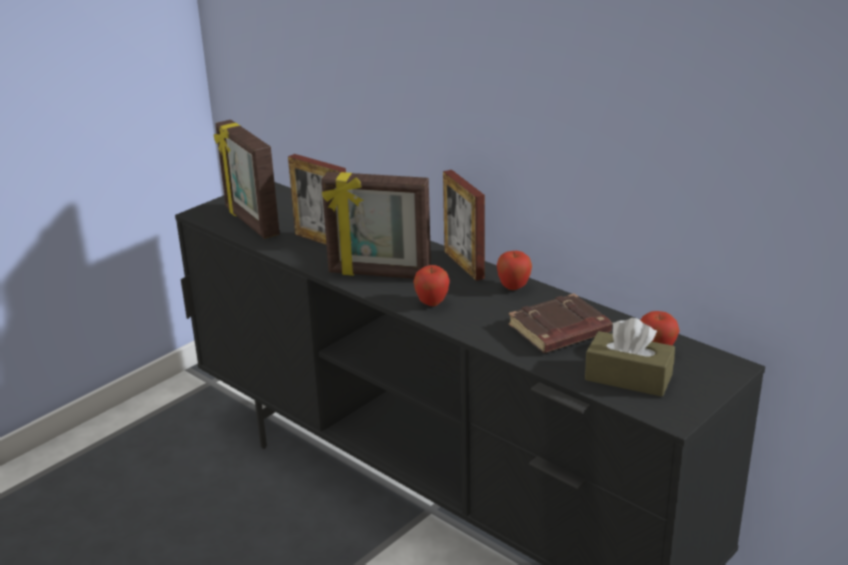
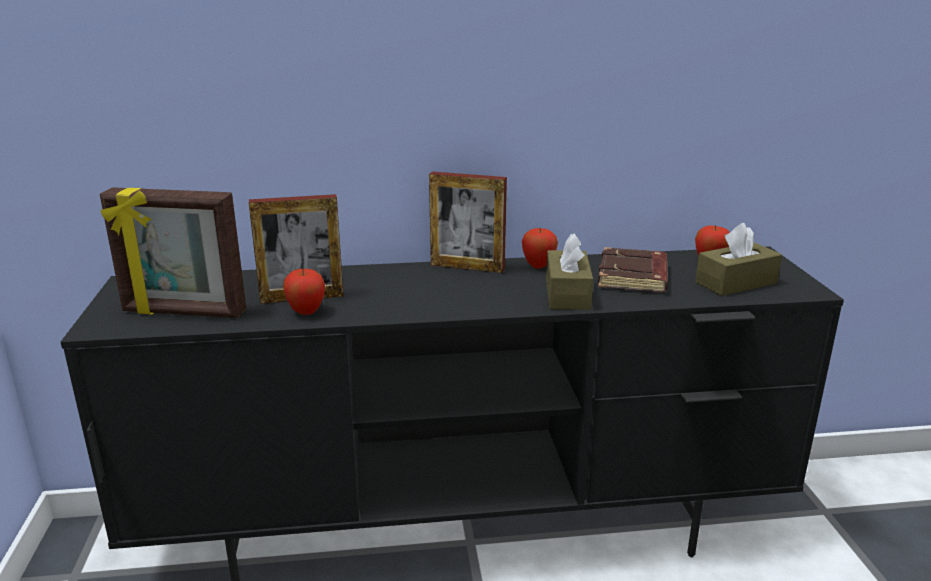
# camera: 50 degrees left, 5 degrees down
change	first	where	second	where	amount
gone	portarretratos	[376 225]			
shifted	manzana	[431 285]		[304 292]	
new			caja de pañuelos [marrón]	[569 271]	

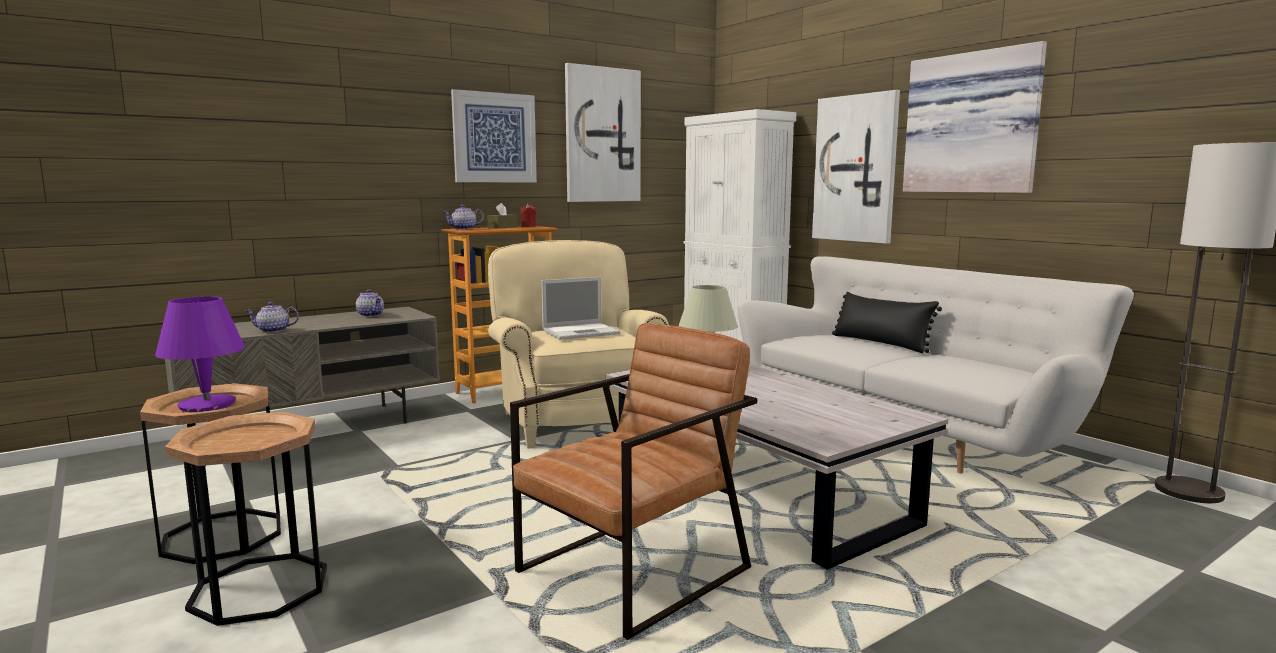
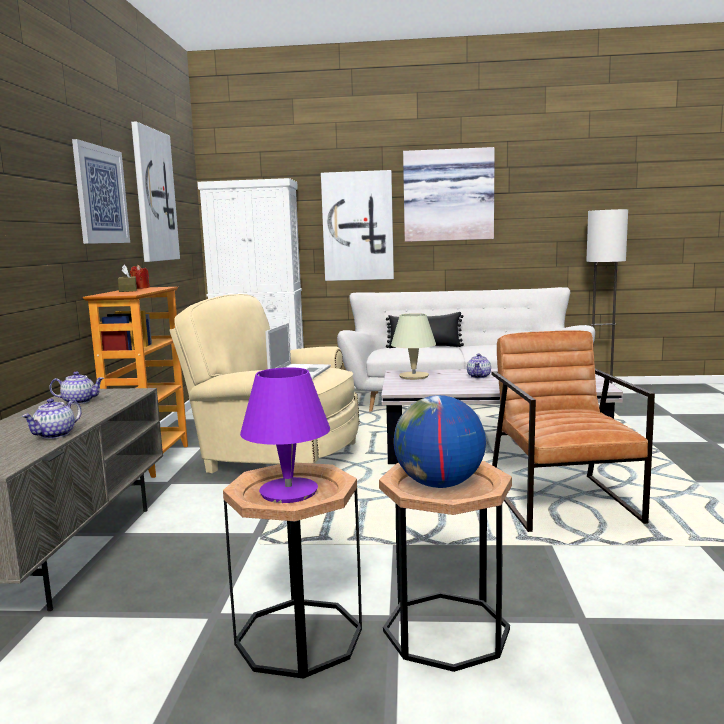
# camera: 50 degrees left, 0 degrees up
change	first	where	second	where	amount
shifted	tetera	[463 217]		[479 365]	
new			globo terráqueo	[440 441]	

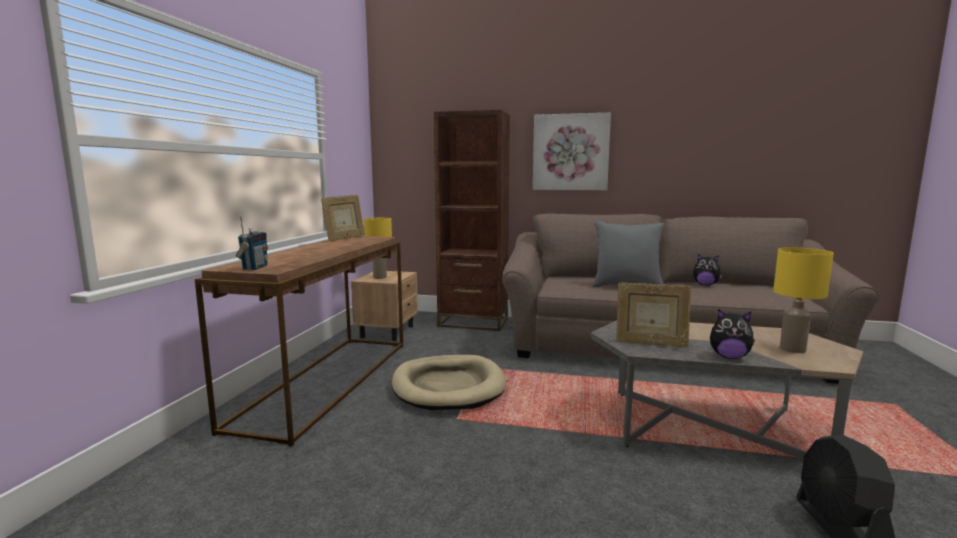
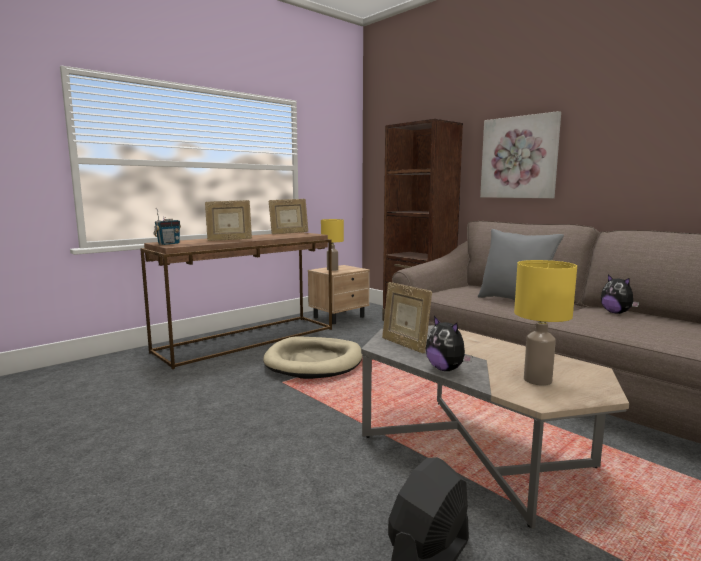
# camera: 35 degrees right, 0 degrees up
change	first	where	second	where	amount
new			portarretratos	[228 220]	

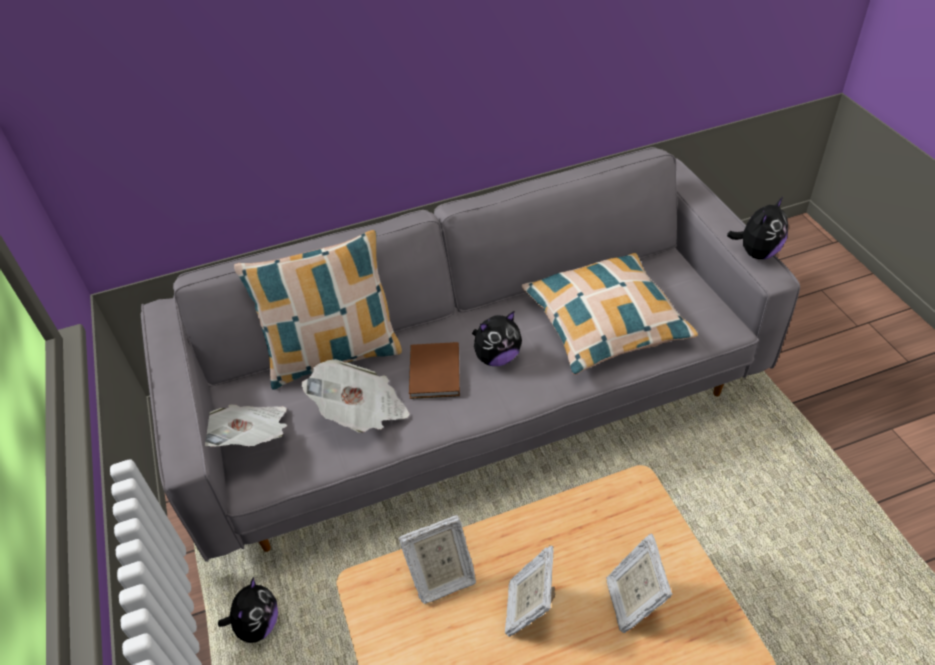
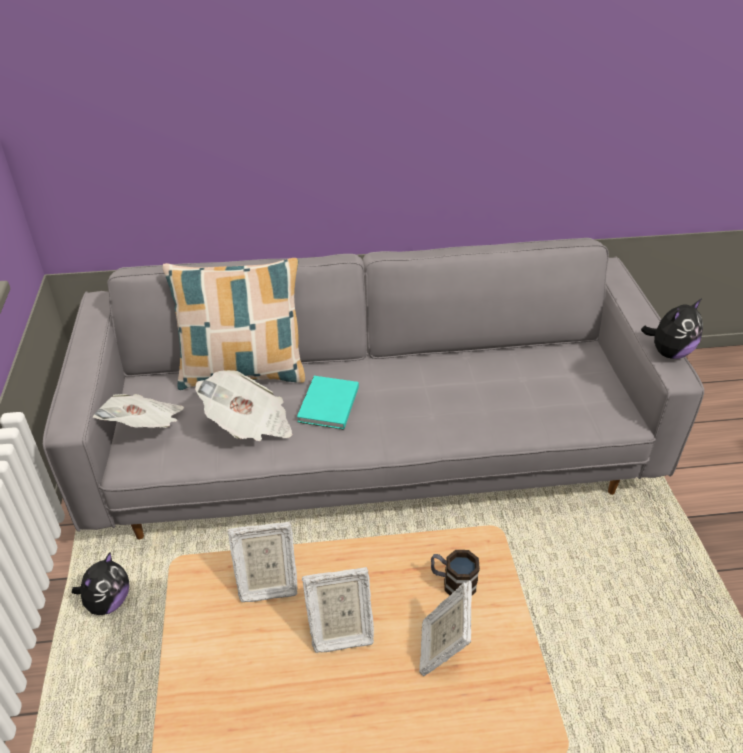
# camera: 10 degrees right, 5 degrees down
change	first	where	second	where	amount
repainted	libro [marrón]	[434 370]	libro [turquesa]	[328 403]	
gone	peluche	[497 338]			
rotated	portarretratos	[530 591]		[338 610]	120 degrees counterclockwise
gone	cojín	[610 314]			
new			taza grande	[455 572]	

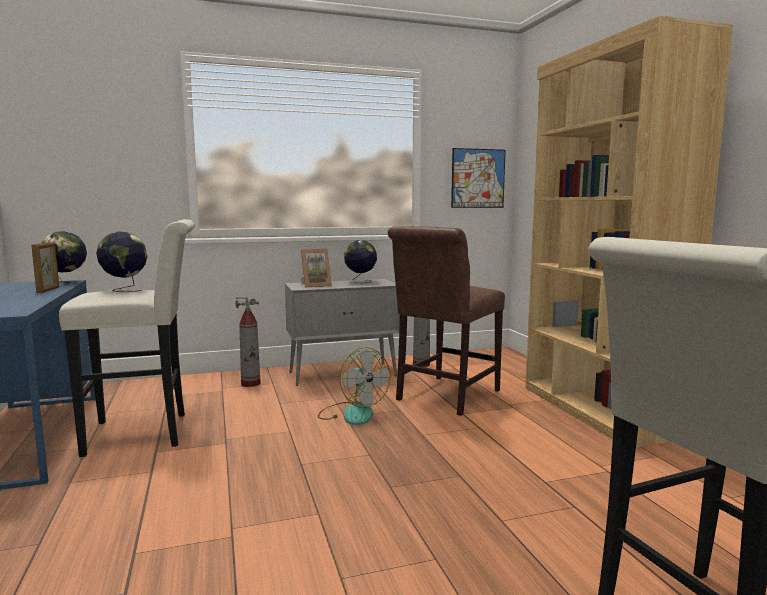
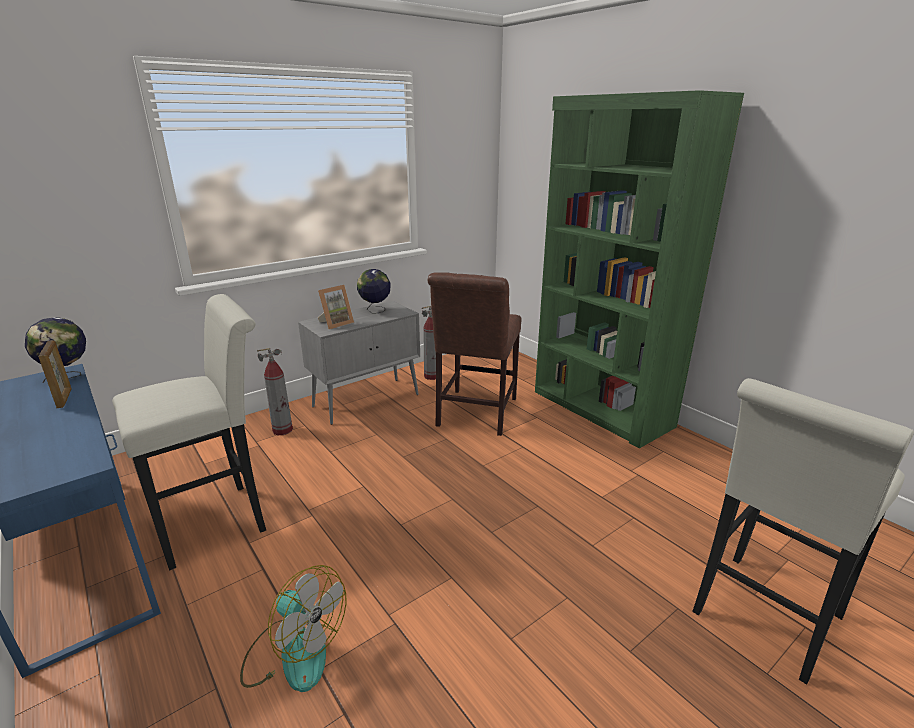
# camera: 20 degrees left, 15 degrees up
change	first	where	second	where	amount
gone	globo terráqueo	[121 262]			
shifted	ventilador	[354 386]		[293 628]	
gone	cuadro	[478 178]			
repainted	estantería [marrón]	[629 231]	estantería [verde]	[639 269]	

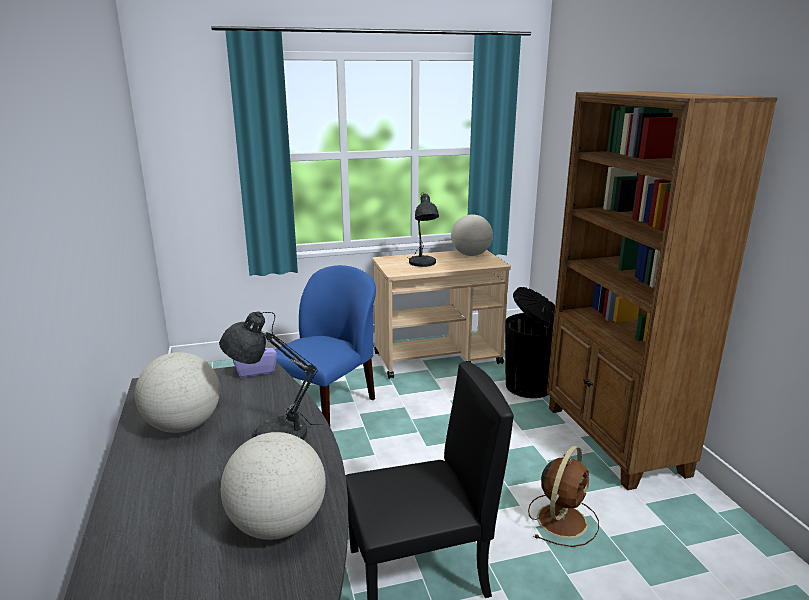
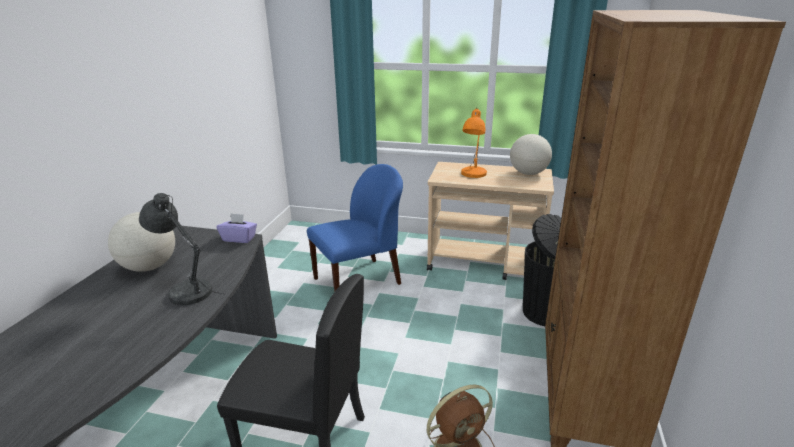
# camera: 30 degrees right, 5 degrees up
change	first	where	second	where	amount
gone	globo terráqueo	[273 486]			
repainted	lámpara de mesa [gris]	[424 230]	lámpara de mesa [naranja]	[474 143]	

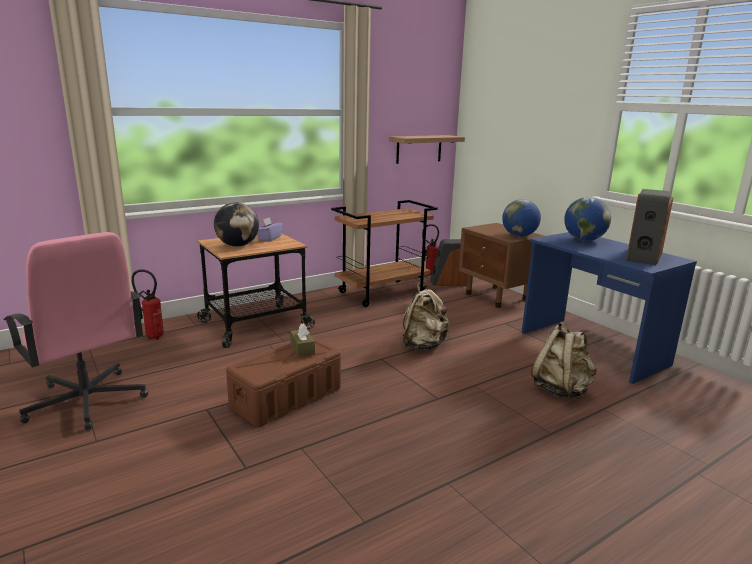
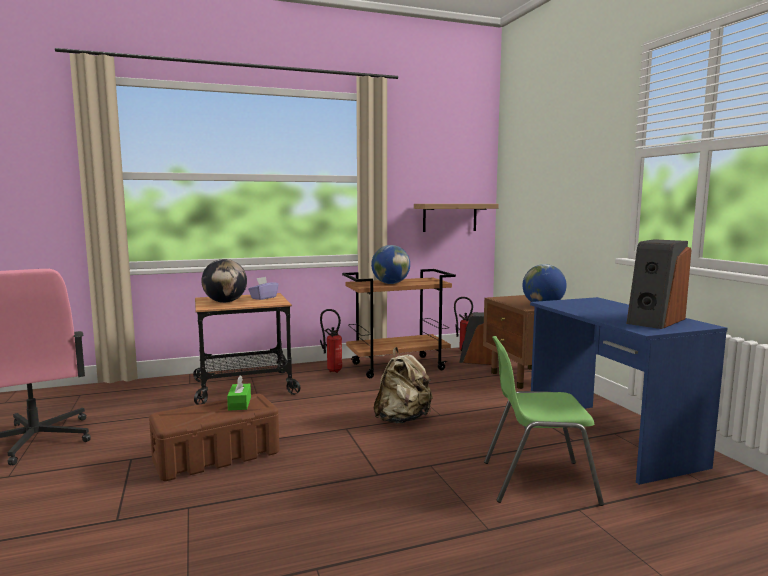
# camera: 15 degrees right, 10 degrees down
change	first	where	second	where	amount
shifted	extintor	[147 304]		[331 341]	
repainted	caja de pañuelos [marrón]	[302 340]	caja de pañuelos [verde]	[239 393]	
swapped	mochila [beis]	[564 360]	silla [verde]	[544 421]	
shifted	globo terráqueo	[587 219]		[390 264]	

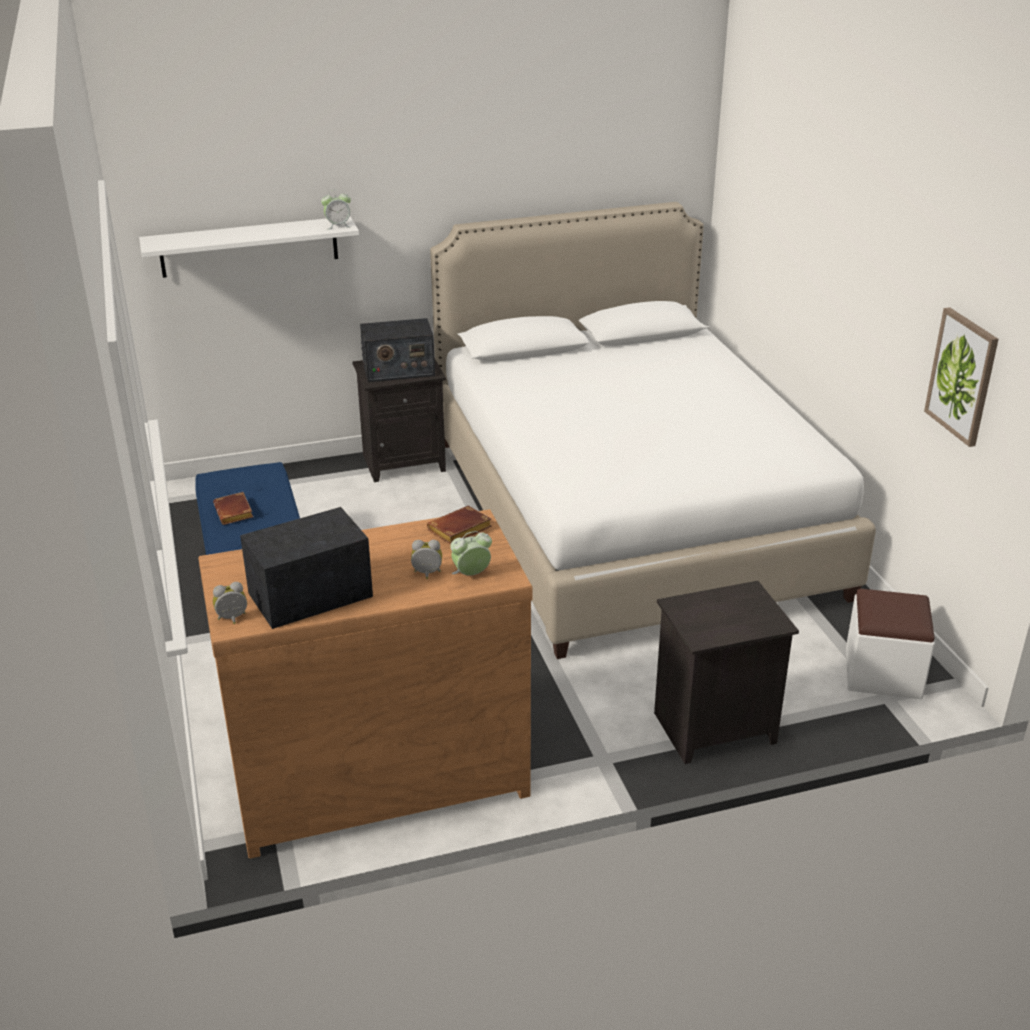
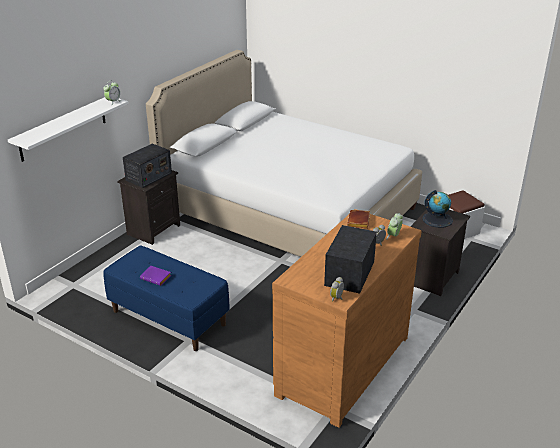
# camera: 40 degrees left, 0 degrees up
change	first	where	second	where	amount
repainted	libro [marrón]	[233 508]	libro [morado]	[155 276]	
gone	cuadro	[961 377]			
new			globo terráqueo	[437 209]	

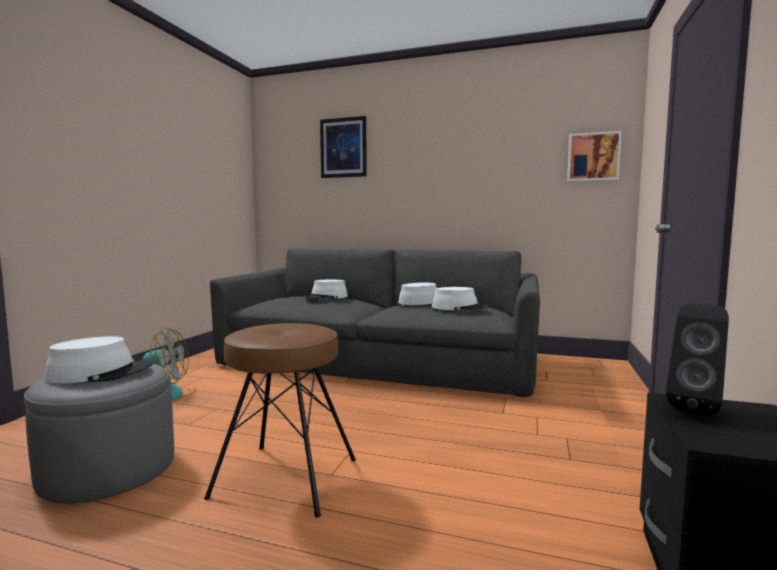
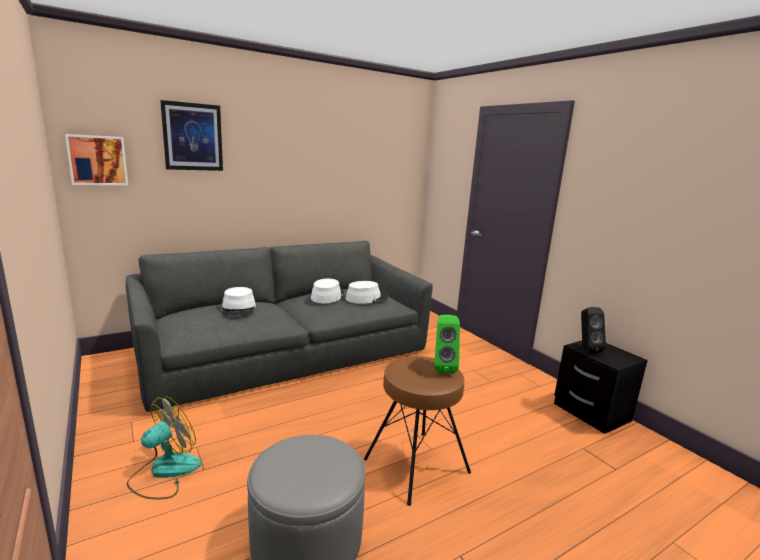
# camera: 50 degrees left, 10 degrees up
change	first	where	second	where	amount
gone	sombrero [blanco]	[98 359]			
shifted	cuadro	[594 156]		[96 159]	
new			altavoz [verde]	[447 344]	

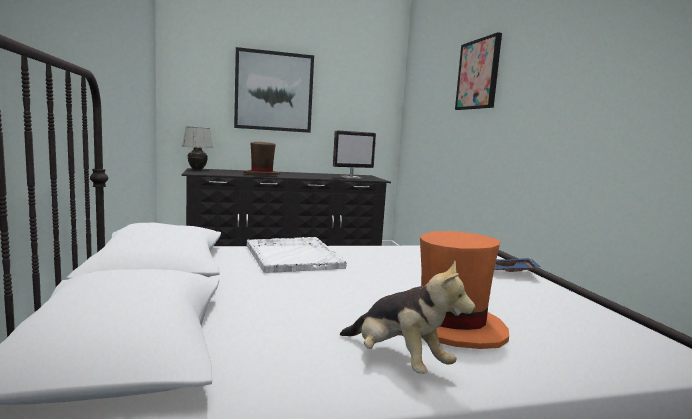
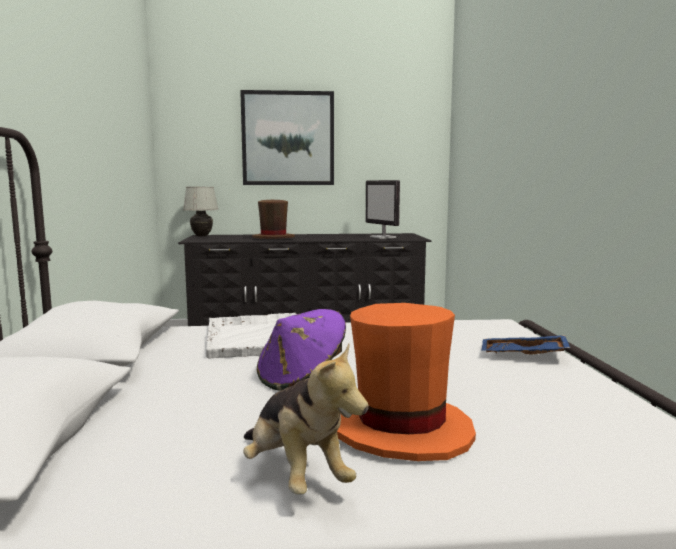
# camera: 10 degrees right, 0 degrees up
change	first	where	second	where	amount
rotated	monitor	[354 154]		[383 209]	75 degrees clockwise
gone	cuadro	[478 71]			
new			sombrero [morado]	[301 350]	

